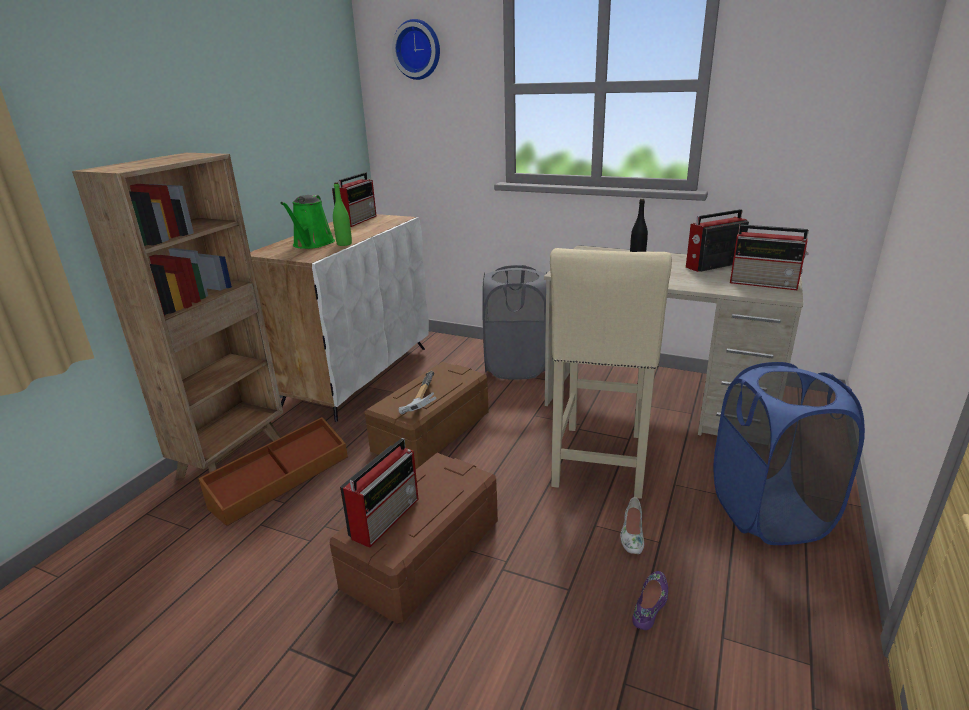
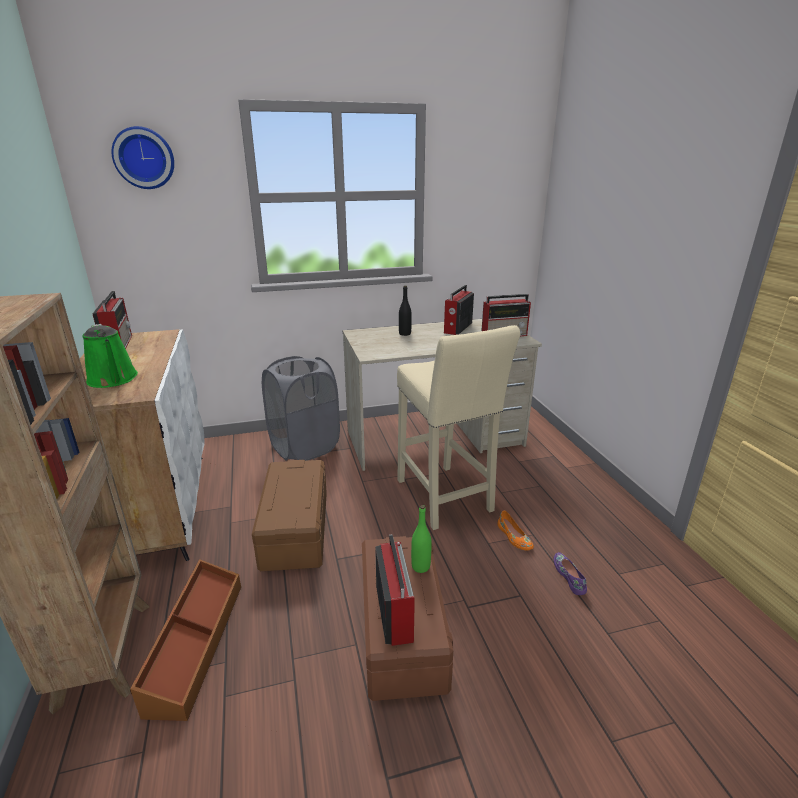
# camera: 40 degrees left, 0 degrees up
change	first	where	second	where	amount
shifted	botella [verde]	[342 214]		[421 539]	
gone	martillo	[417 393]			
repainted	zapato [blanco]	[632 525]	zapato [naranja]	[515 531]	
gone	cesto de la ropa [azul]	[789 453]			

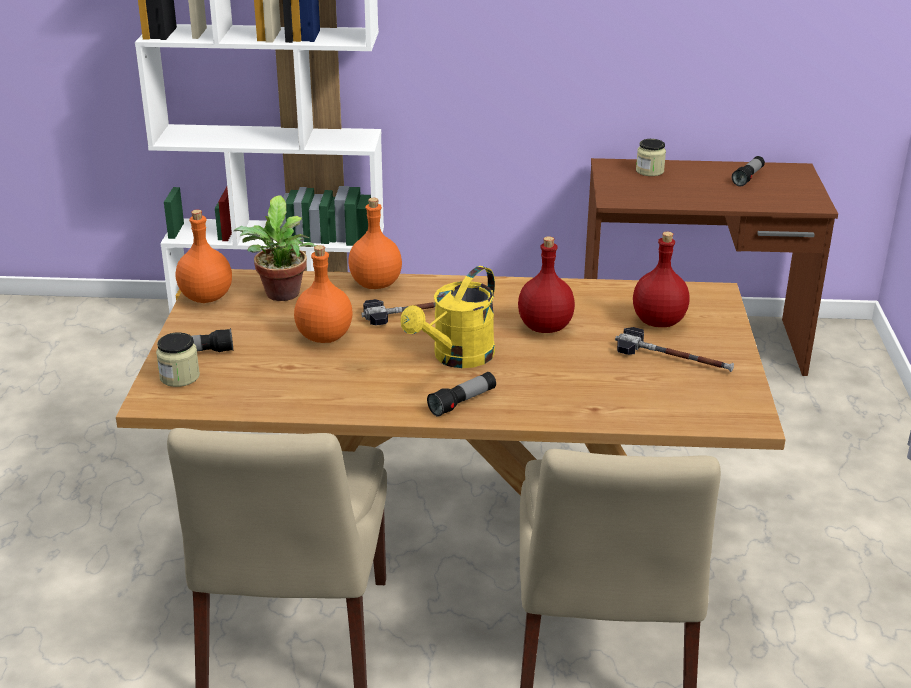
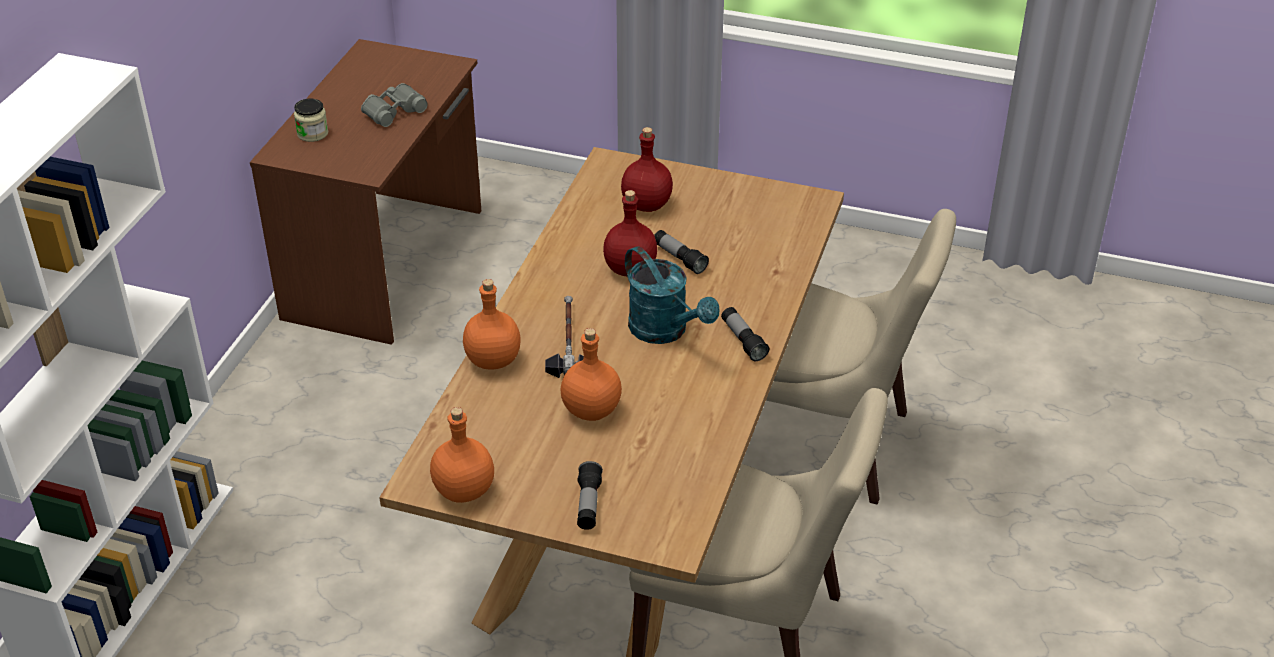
# camera: 75 degrees left, 10 degrees up
change	first	where	second	where	amount
gone	tarro	[178 359]			
gone	planta en maceta	[275 248]			
repainted	regadera [amarillo]	[447 317]	regadera [turquesa]	[672 295]	
gone	martillo	[674 349]			
shifted	linterna	[748 171]		[681 252]	
new			prismáticos [gris]	[394 105]	

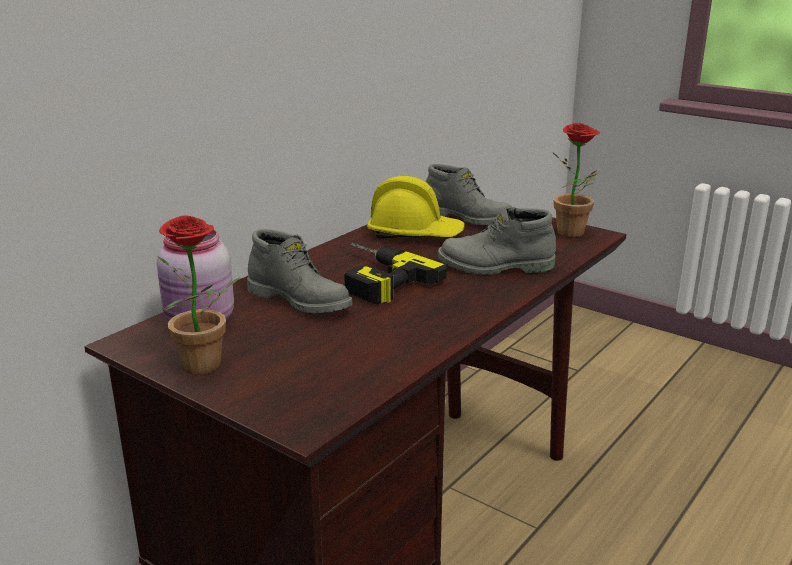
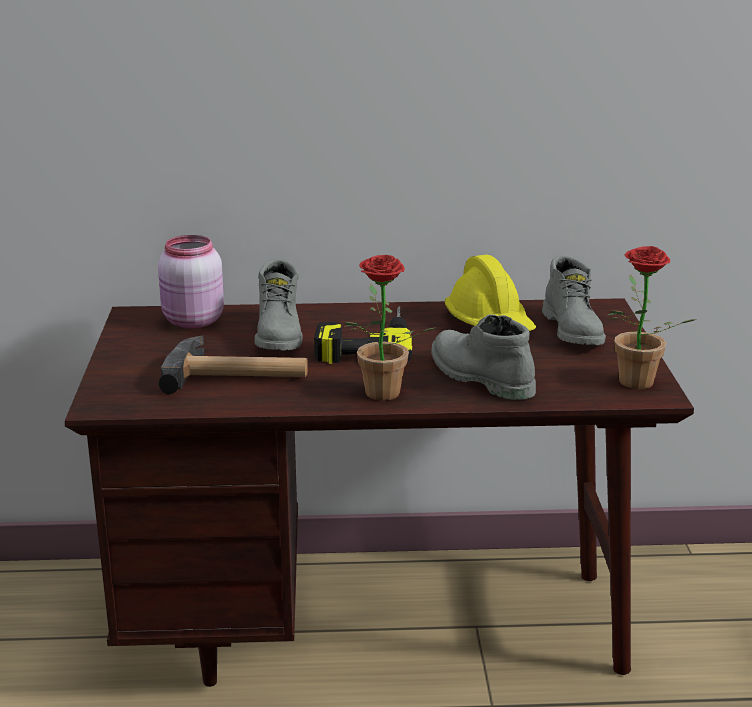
# camera: 50 degrees right, 0 degrees up
change	first	where	second	where	amount
shifted	planta en maceta	[199 295]		[389 328]	
new			martillo	[233 364]	

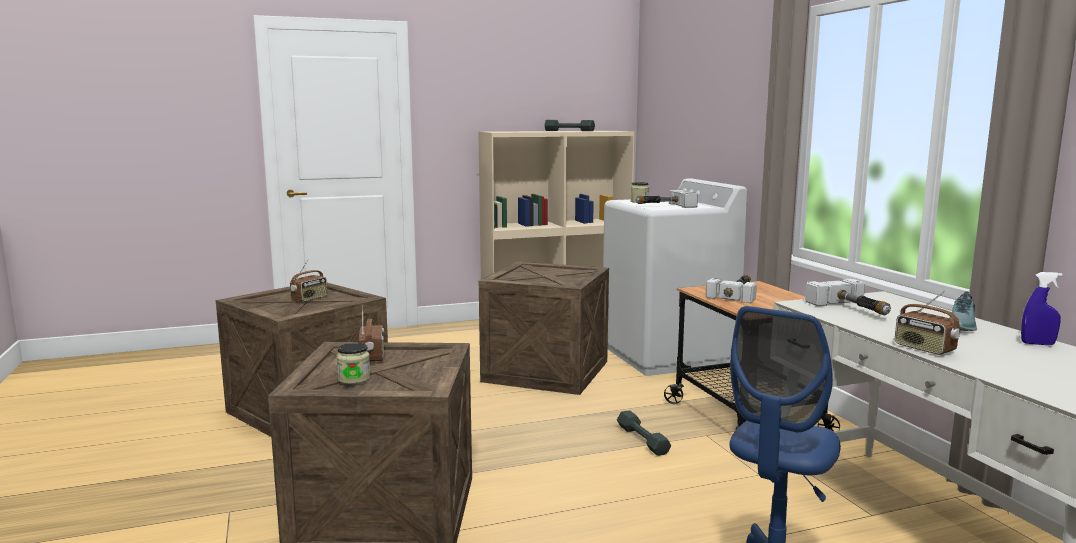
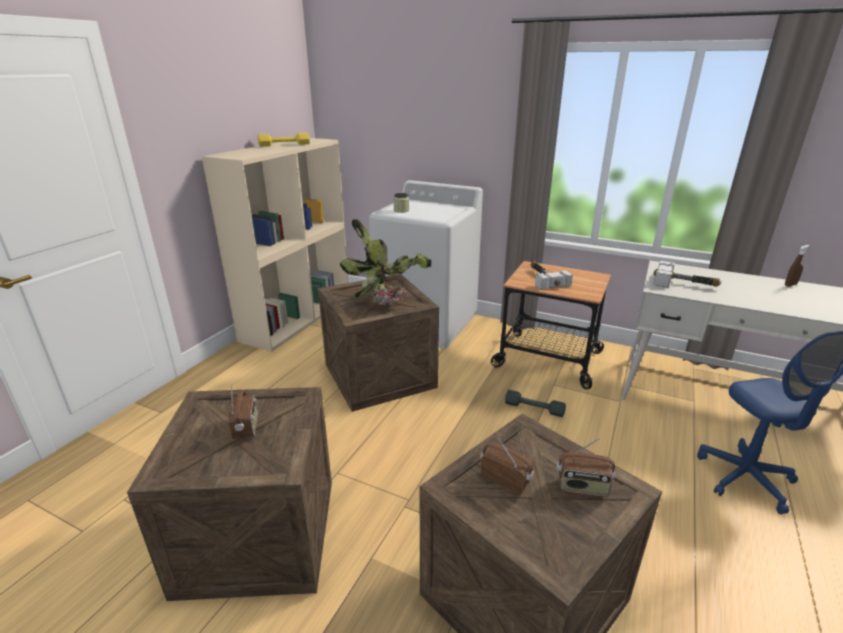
# camera: 45 degrees left, 15 degrees up
change	first	where	second	where	amount
gone	tarro	[353 363]			
repainted	mancuerna [gris]	[569 125]	mancuerna [amarillo]	[284 140]	
gone	martillo	[667 199]			
shifted	radio	[927 322]		[585 468]	
gone	zapato	[963 311]			
repainted	pulverizador [azul]	[1042 308]	pulverizador [marrón]	[797 266]	
new			planta en maceta	[385 262]	

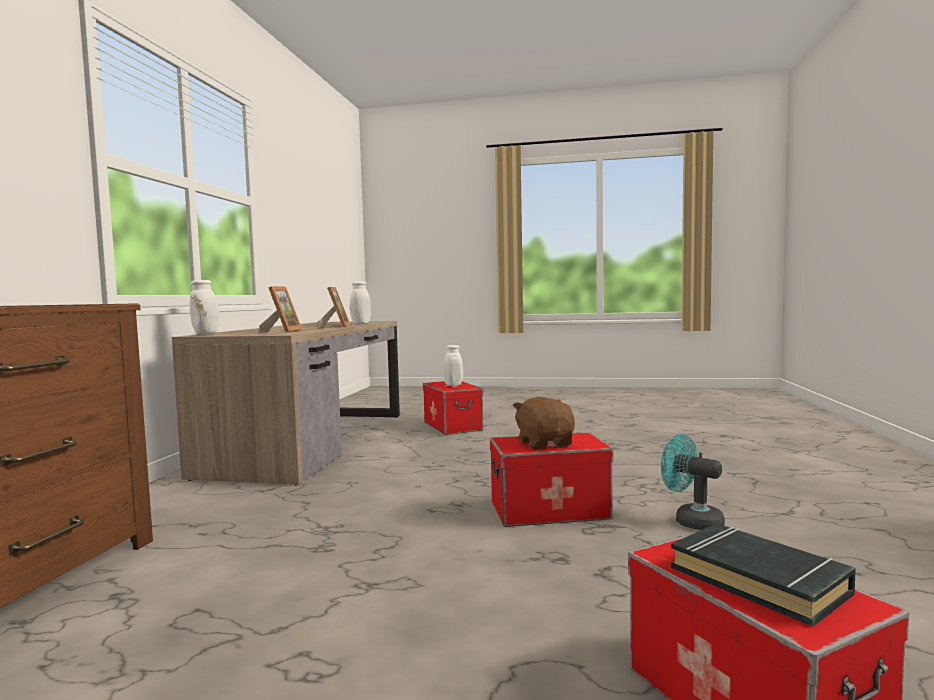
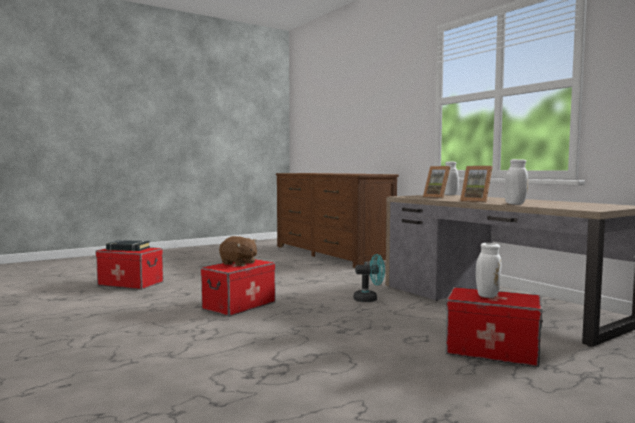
# camera: 135 degrees right, 0 degrees up
change	first	where	second	where	amount
shifted	ventilador [turquesa]	[693 482]		[369 278]	

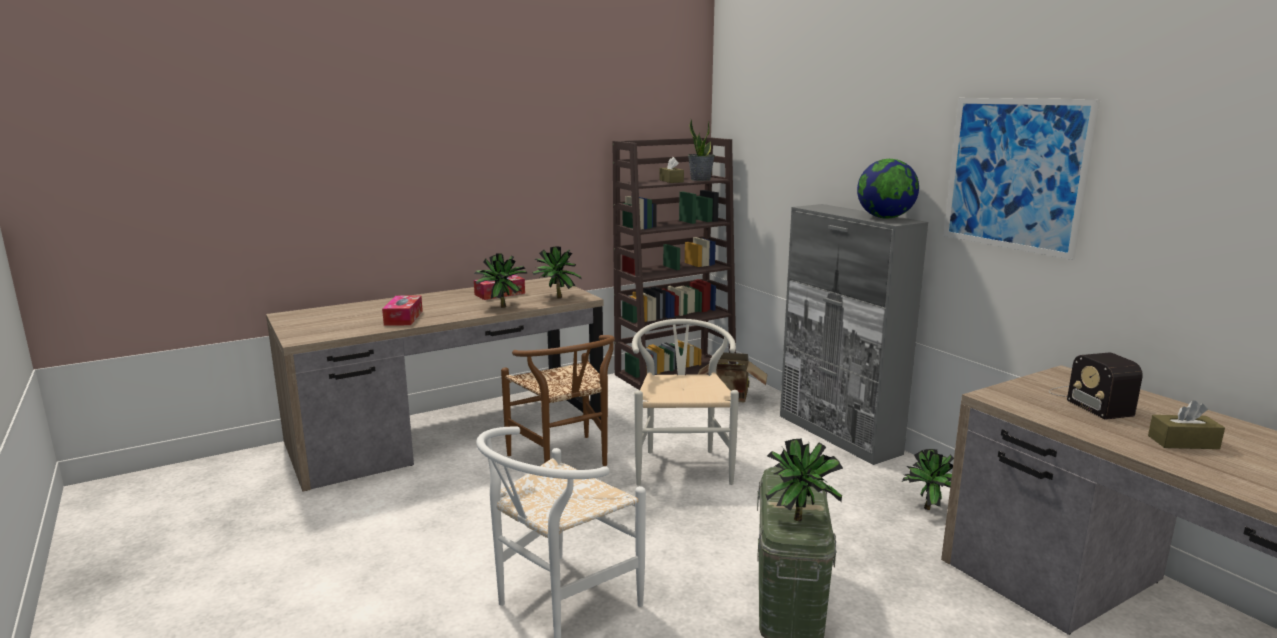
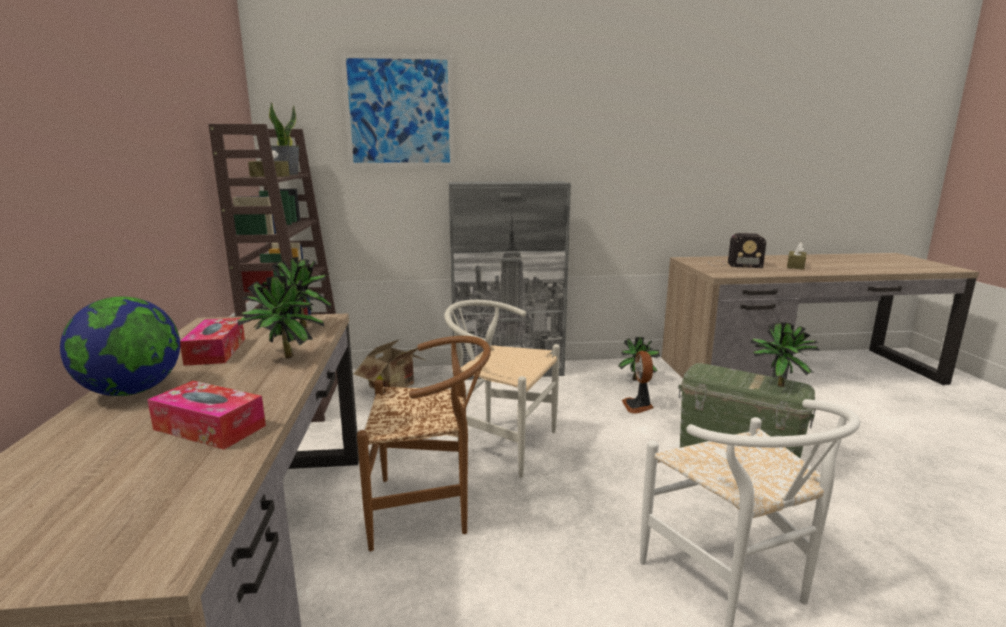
# camera: 65 degrees left, 0 degrees up
change	first	where	second	where	amount
shifted	globo terráqueo	[888 189]		[120 346]	
shifted	cuadro	[1022 179]		[397 110]	
new			ventilador	[638 382]	

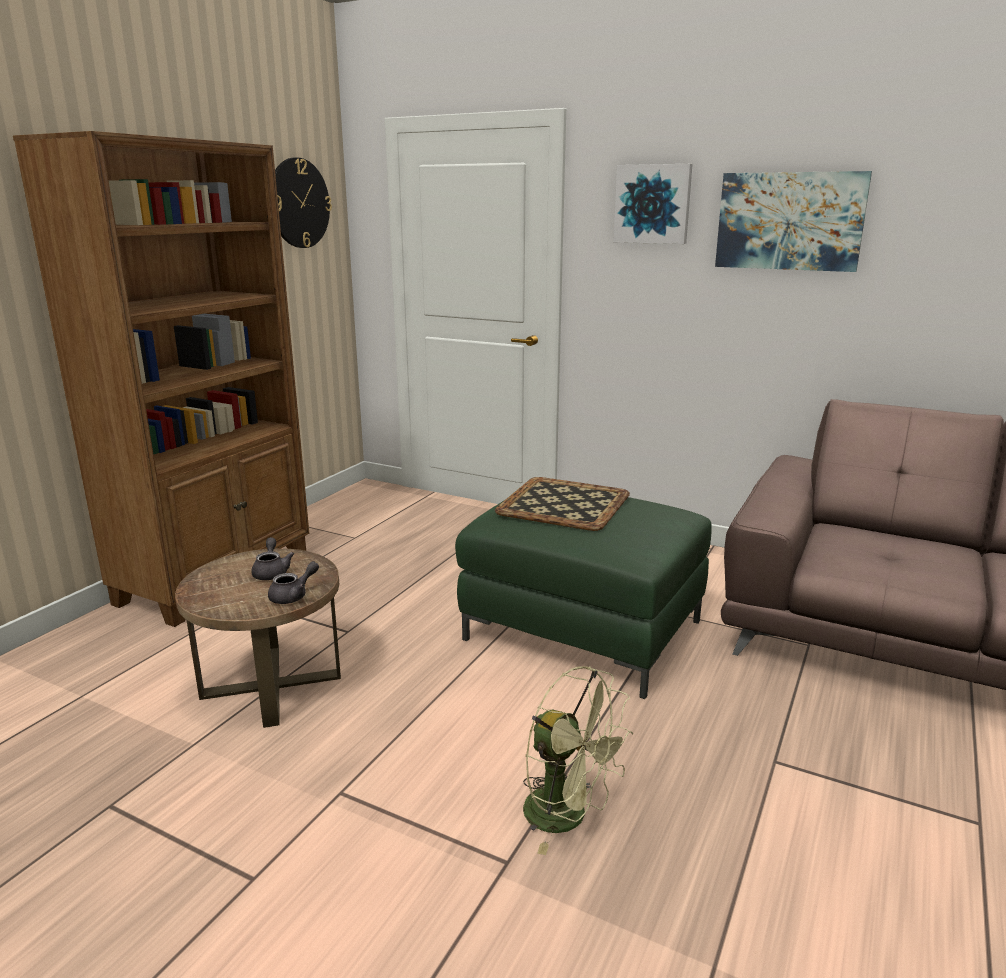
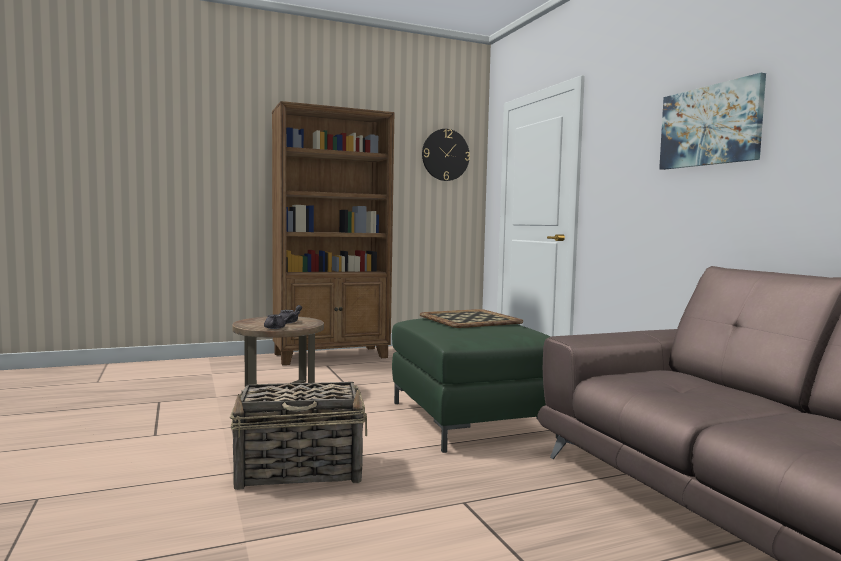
# camera: 40 degrees right, 15 degrees down
change	first	where	second	where	amount
swapped	ventilador [verde]	[578 760]	cesta	[298 436]	
gone	cuadro	[653 204]			

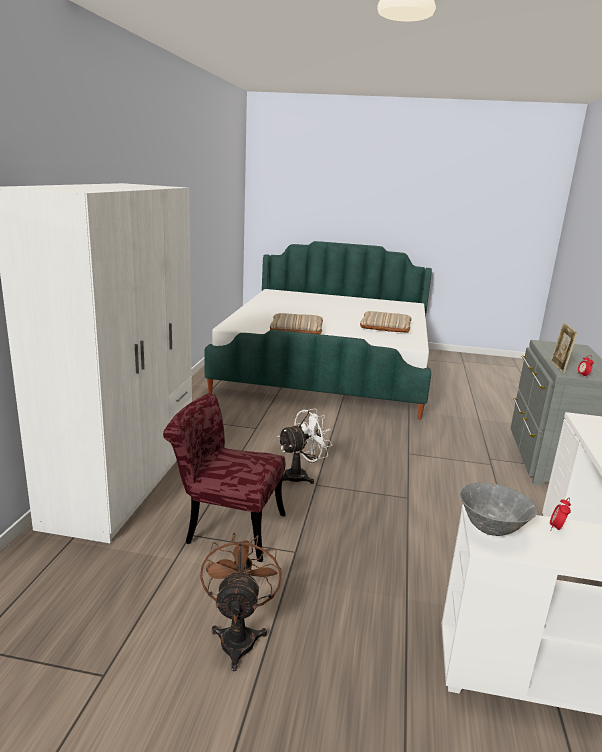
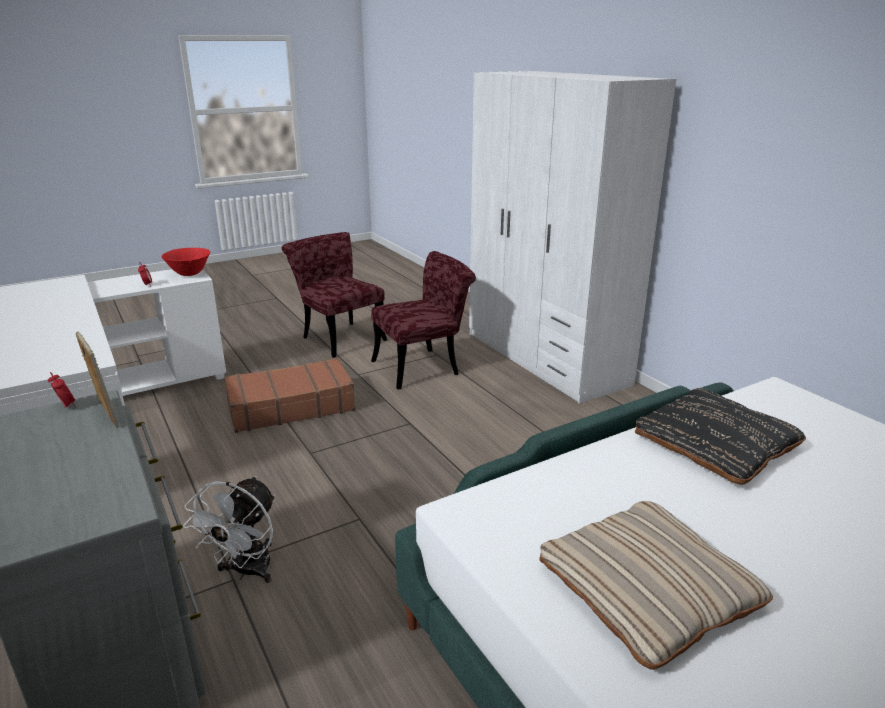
# camera: 140 degrees right, 5 degrees up
change	first	where	second	where	amount
swapped	ventilador [marrón]	[241 602]	silla [rojo]	[334 295]	
repainted	cojín [beis]	[296 323]	cojín [negro]	[720 436]	
shifted	ventilador [blanco]	[305 446]		[229 529]	
repainted	cuenco [gris]	[498 509]	cuenco [rojo]	[186 262]	
new			maleta [marrón]	[290 395]	

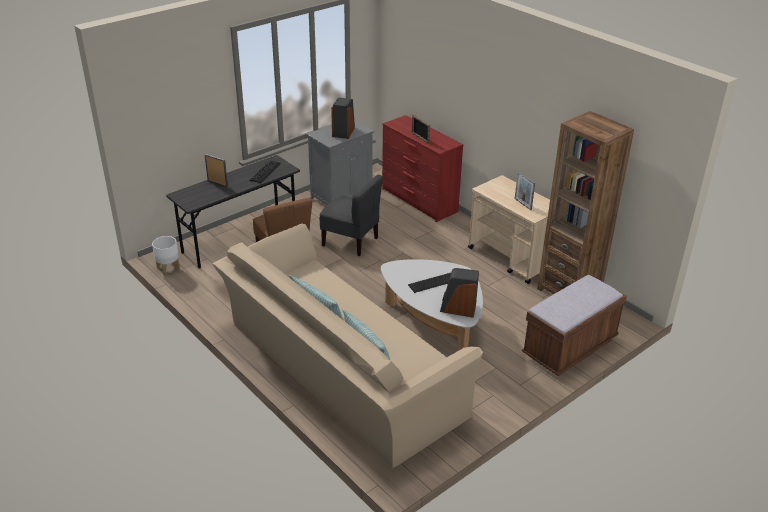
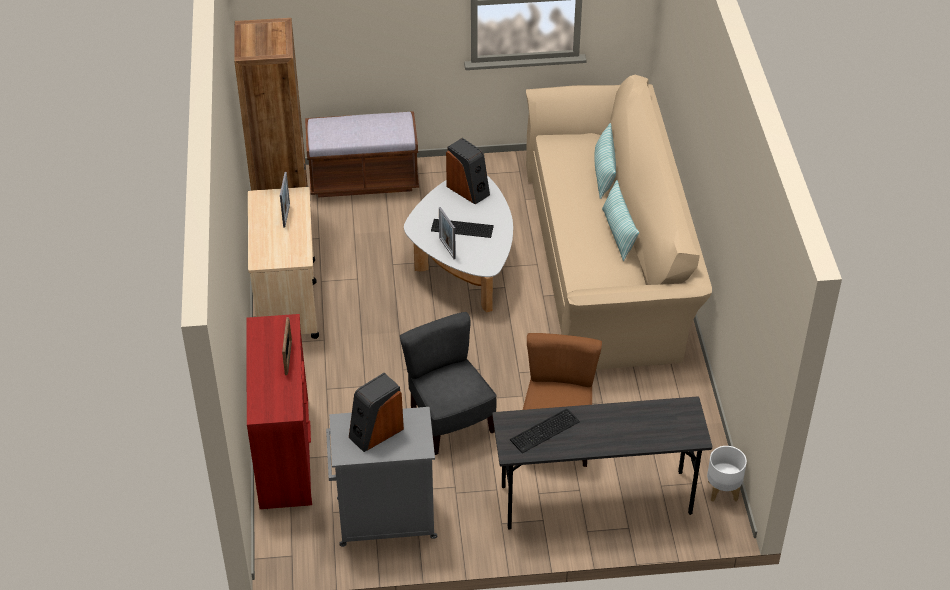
# camera: 145 degrees left, 10 degrees up
change	first	where	second	where	amount
shifted	portarretratos	[216 170]		[447 233]	

